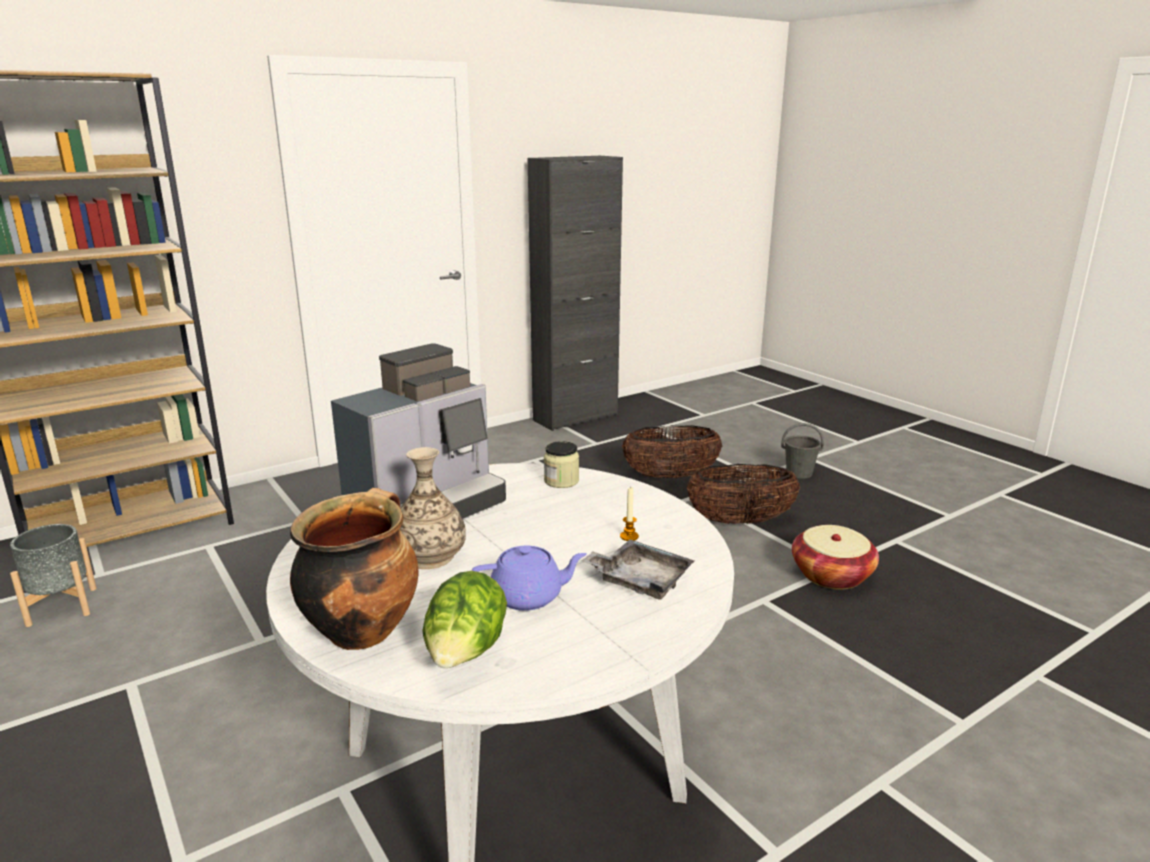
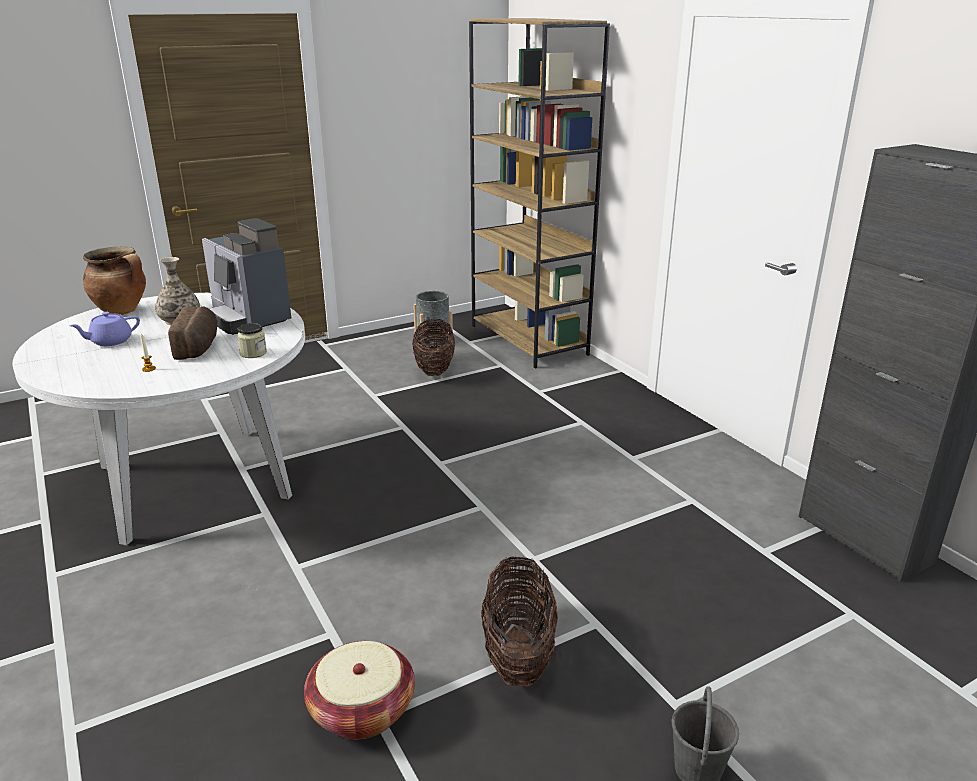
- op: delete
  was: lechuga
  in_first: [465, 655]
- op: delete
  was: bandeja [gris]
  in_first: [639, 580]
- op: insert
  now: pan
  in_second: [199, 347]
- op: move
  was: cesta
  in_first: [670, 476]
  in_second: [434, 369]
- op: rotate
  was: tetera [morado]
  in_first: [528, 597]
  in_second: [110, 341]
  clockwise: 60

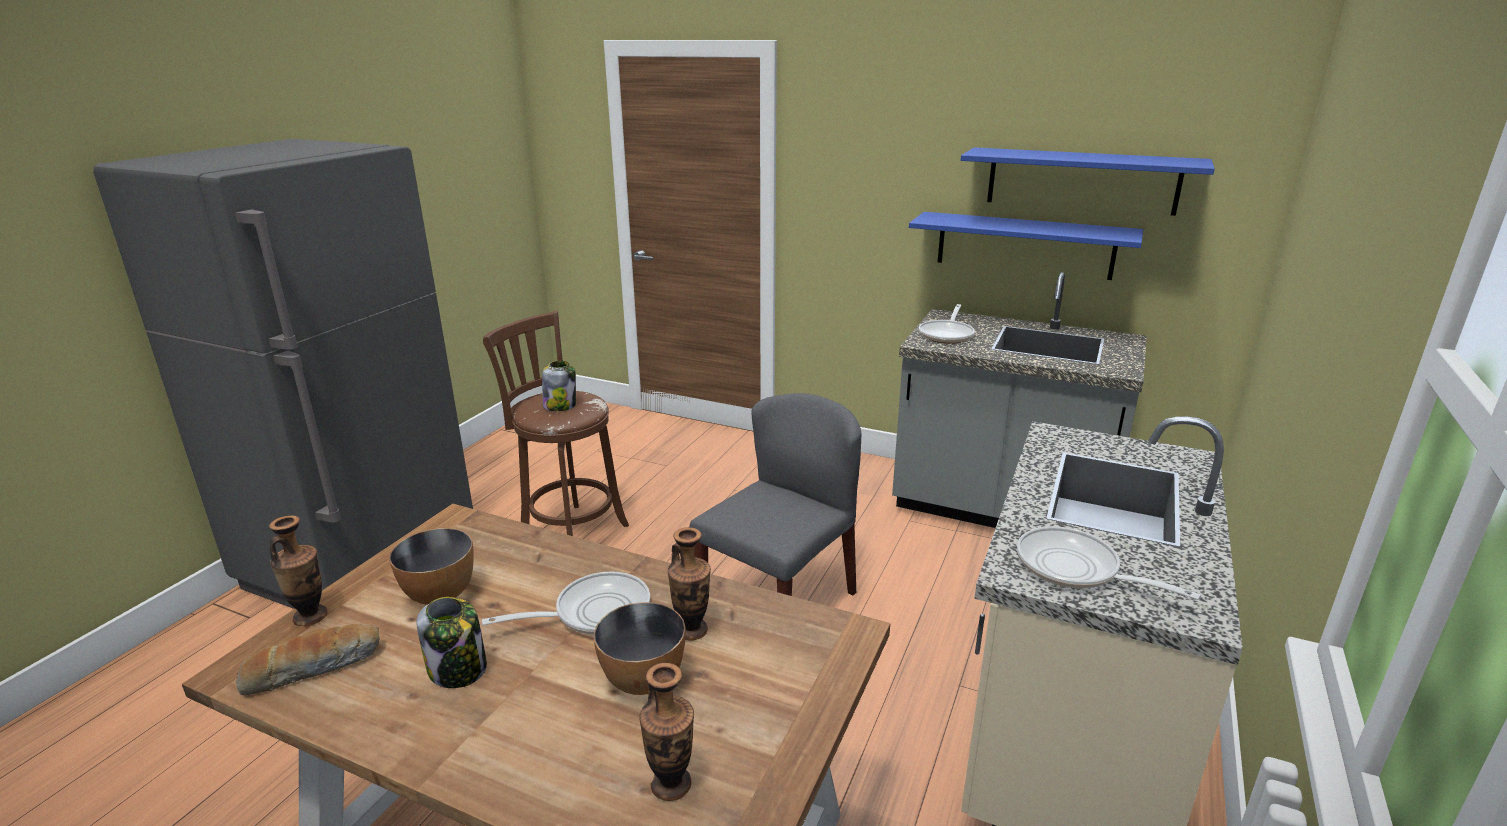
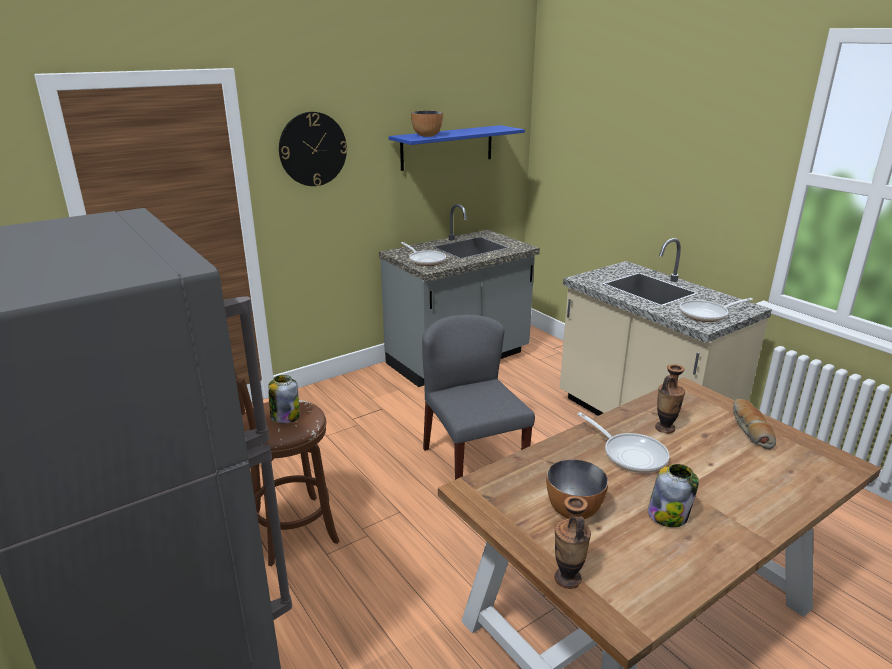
- op: delete
  was: florero
  in_first: [671, 784]
- op: delete
  was: estante [azul]
  in_first: [1024, 245]
- op: insert
  now: reloj de pared
  in_second: [313, 149]
- op: move
  was: pan
  in_first: [313, 667]
  in_second: [750, 429]
- op: move
  was: cuenco
  in_first: [644, 679]
  in_second: [427, 135]
- op: rotate
  was: sartén
  in_first: [594, 612]
  in_second: [630, 454]
  clockwise: 135

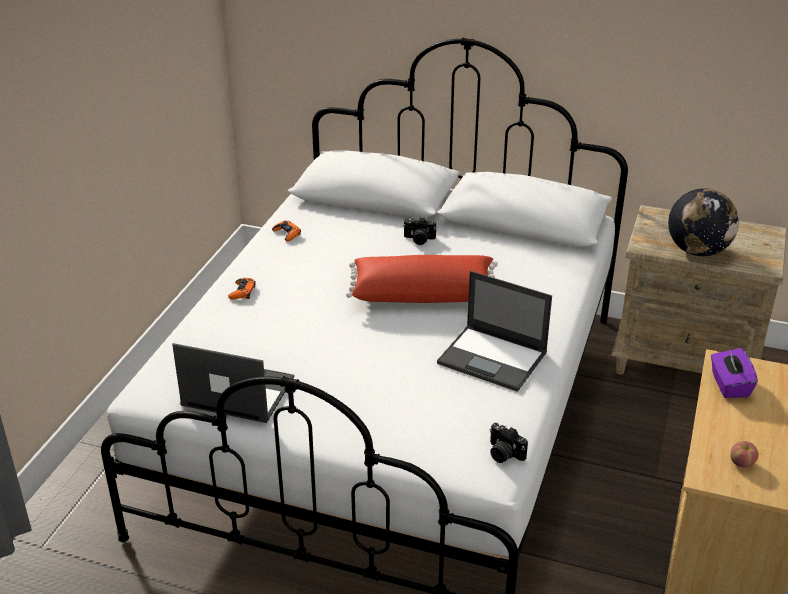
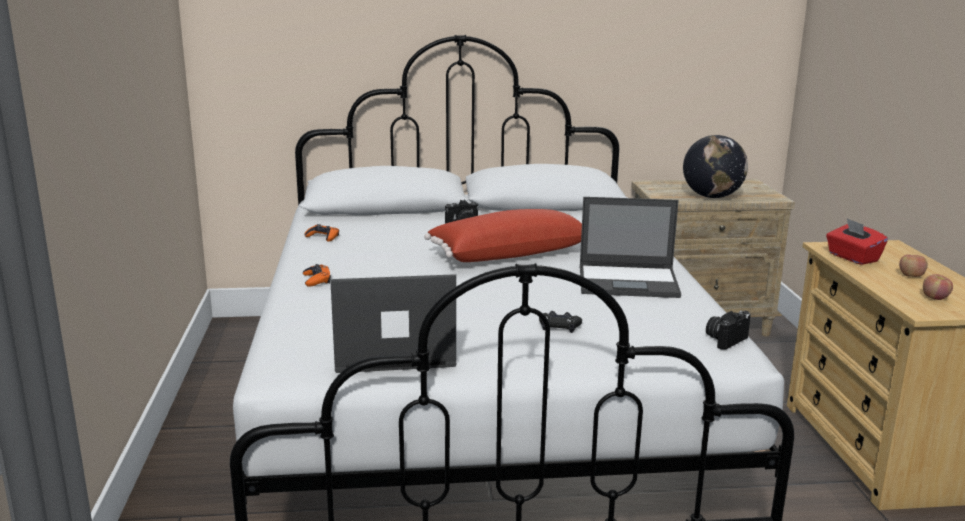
- op: insert
  now: mando de consola [negro]
  in_second: [559, 326]
- op: insert
  now: manzana
  in_second: [911, 276]
- op: recolor
  was: caja de pañuelos [morado]
  now: caja de pañuelos [rojo]
  in_first: [729, 385]
  in_second: [852, 258]
- op: rotate
  was: cámara
  in_first: [503, 454]
  in_second: [725, 339]
  clockwise: 120

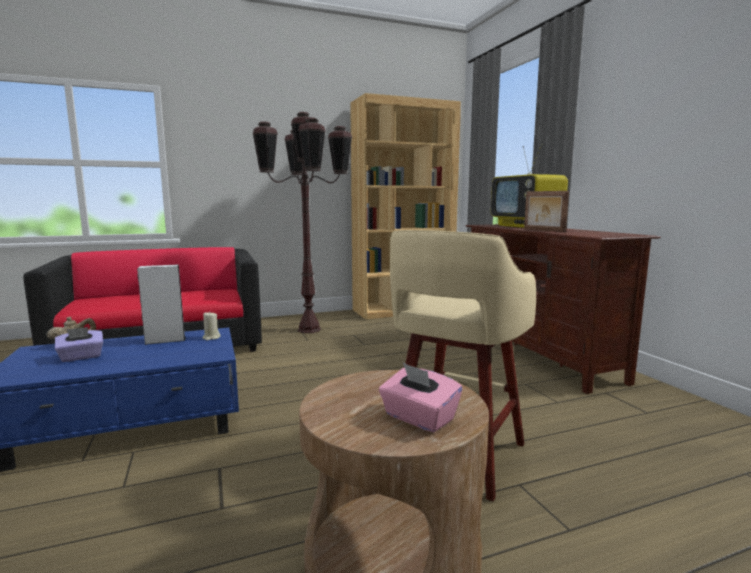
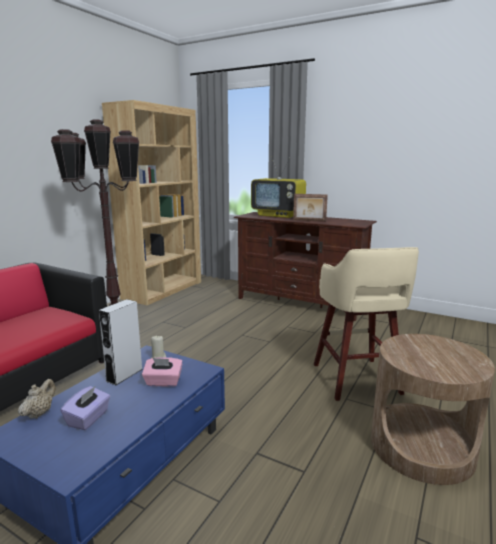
- op: move
  was: caja de pañuelos [rosa]
  in_first: [418, 418]
  in_second: [163, 382]

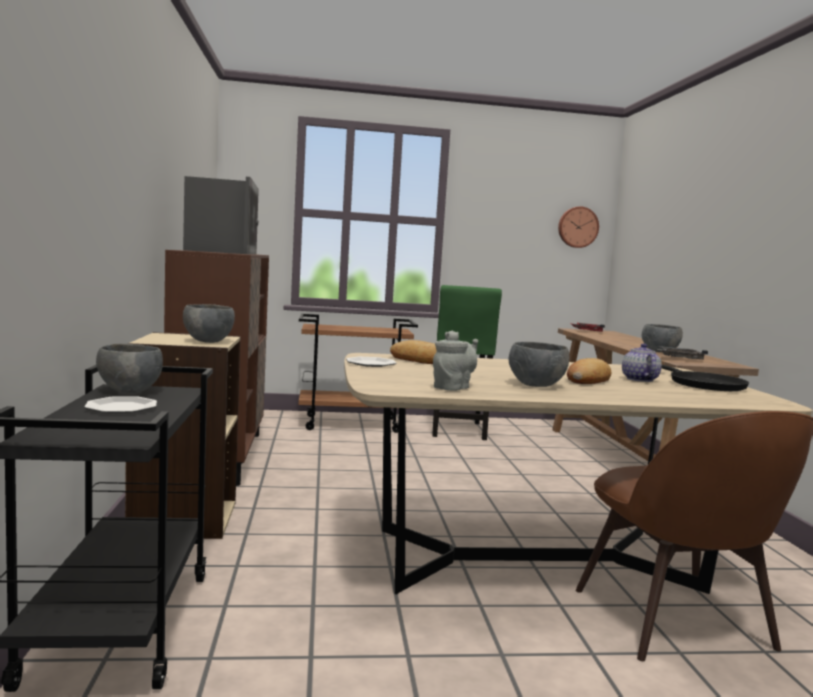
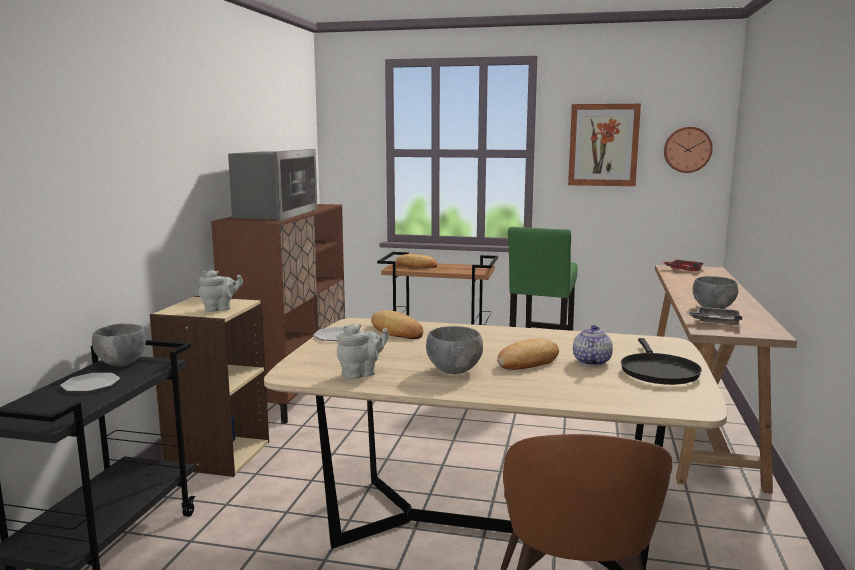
- op: insert
  now: pan
  in_second: [416, 265]
- op: insert
  now: cuadro
  in_second: [603, 145]
- op: replace
  was: cuenco [gris]
  now: tetera [gris]
  in_first: [207, 341]
  in_second: [220, 309]

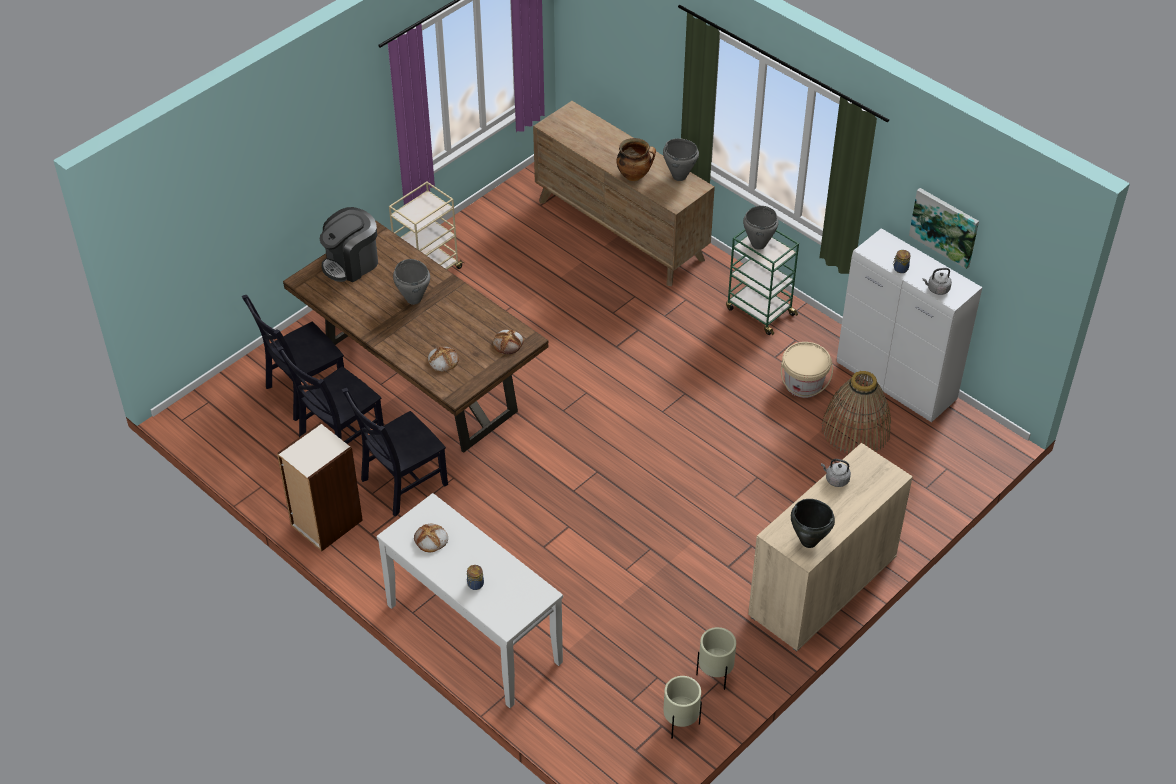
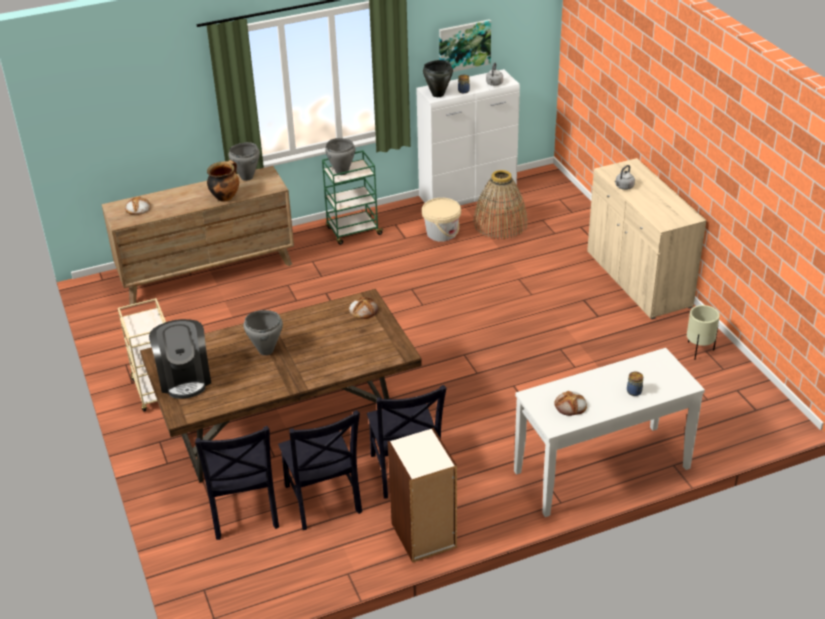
- op: delete
  was: maceta [beis]
  in_first: [680, 724]
- op: move
  was: pan
  in_first: [442, 360]
  in_second: [138, 208]
- op: move
  was: olla [negro]
  in_first: [808, 541]
  in_second: [437, 94]

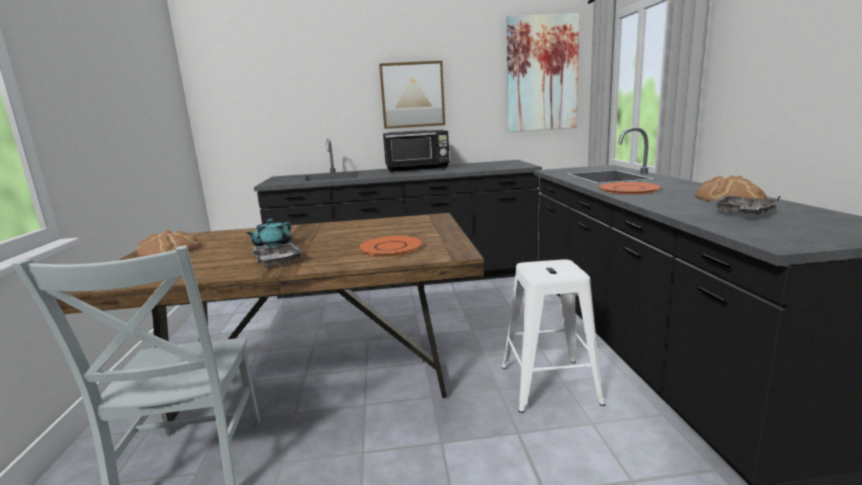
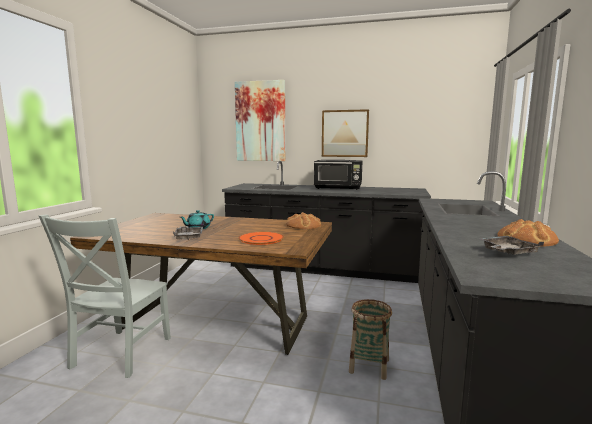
- op: delete
  was: plato [naranja]
  in_first: [629, 189]
- op: move
  was: pan
  in_first: [170, 250]
  in_second: [303, 225]
- op: move
  was: cuadro
  in_first: [542, 74]
  in_second: [260, 121]
- op: replace
  was: taburete [blanco]
  now: cesta
  in_first: [551, 385]
  in_second: [369, 366]

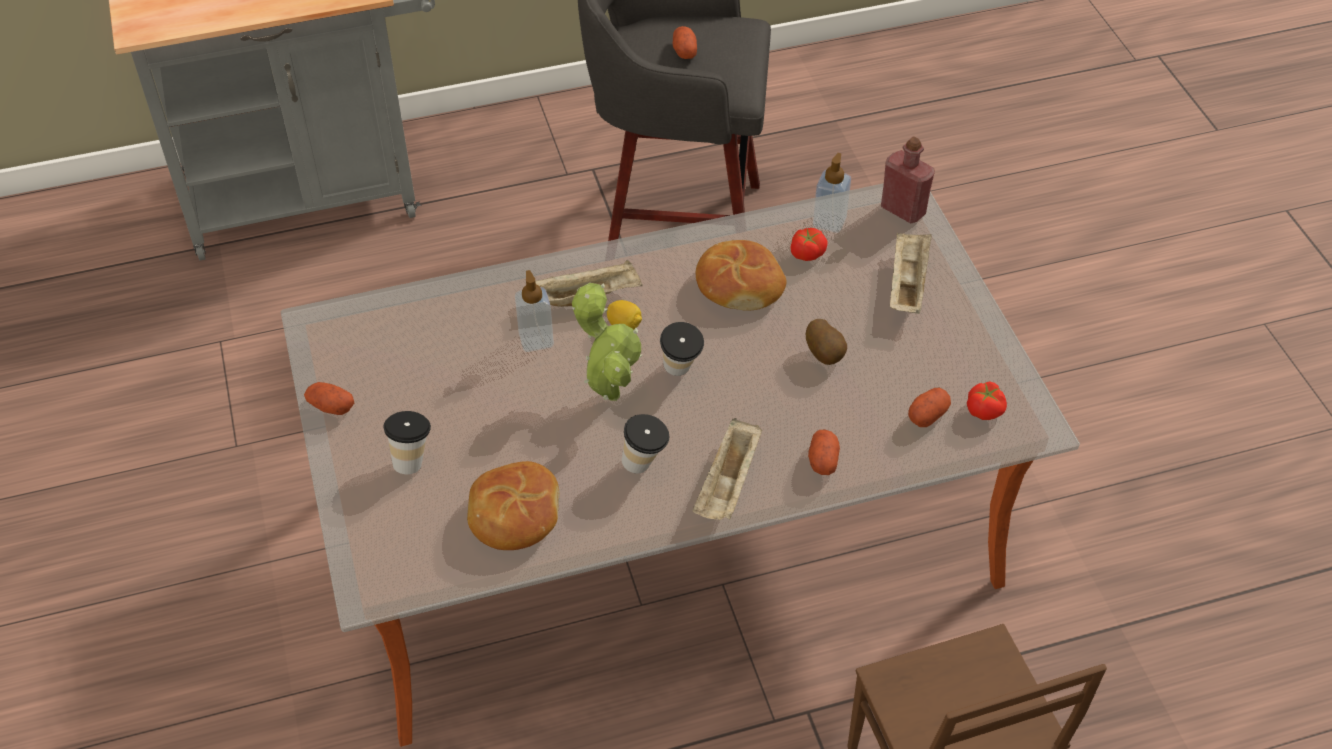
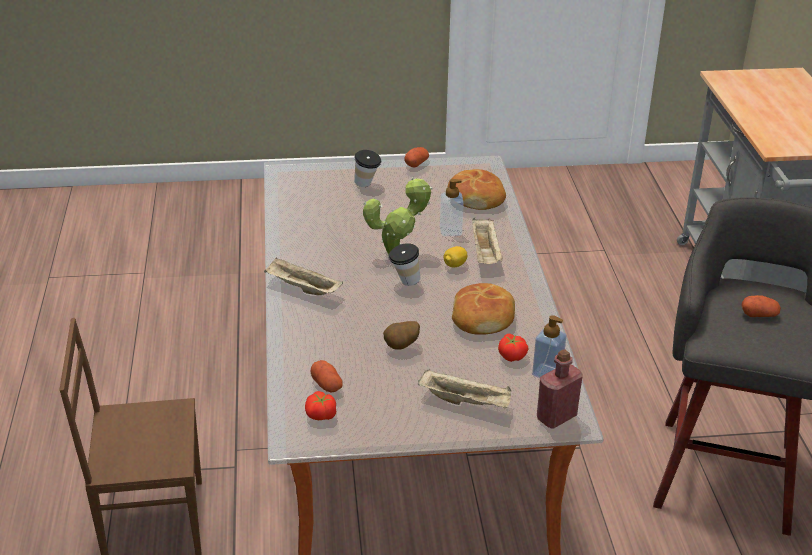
- op: delete
  was: taza
  in_first: [645, 465]
- op: delete
  was: patata
  in_first: [822, 460]
- op: move
  was: pan
  in_first: [514, 515]
  in_second: [476, 198]

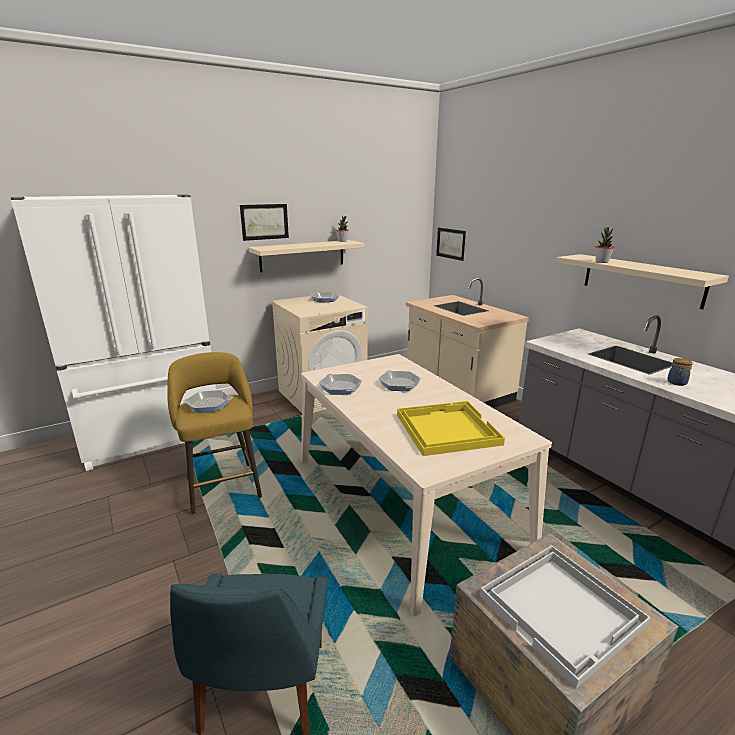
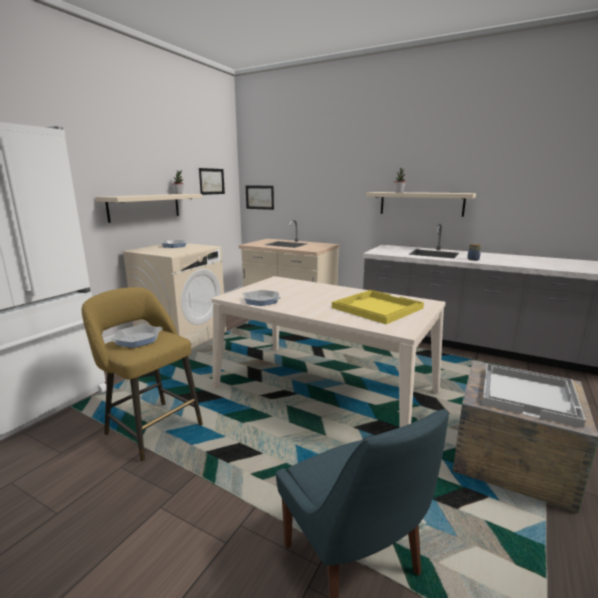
- op: delete
  was: sartén
  in_first: [399, 384]
- op: move
  was: cuadro
  in_first: [264, 222]
  in_second: [211, 181]

